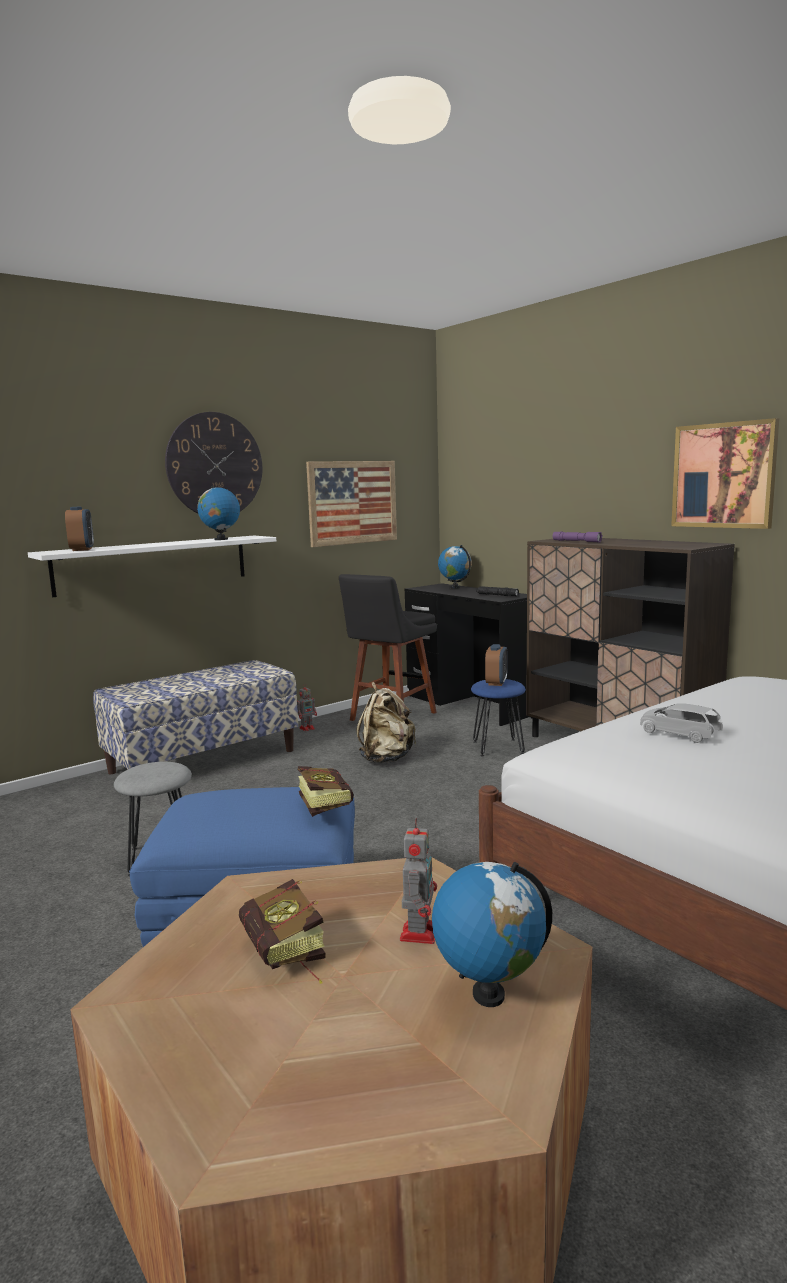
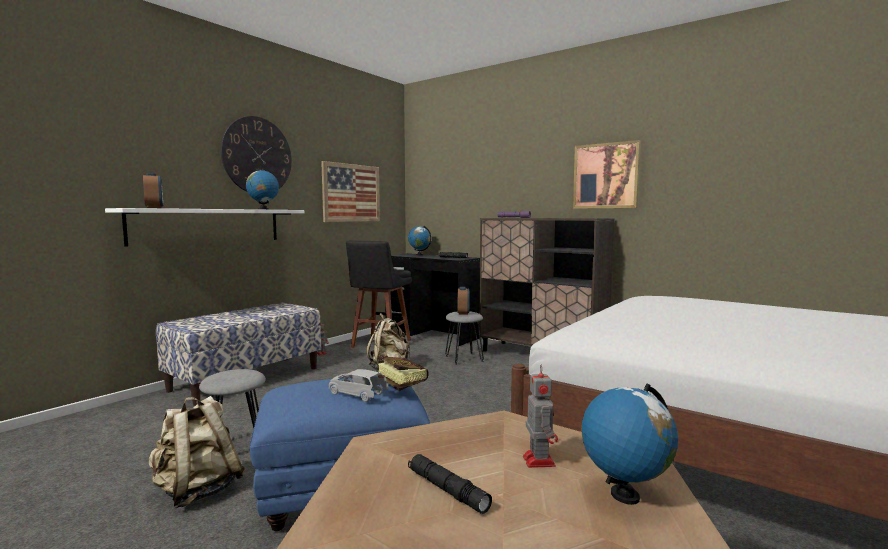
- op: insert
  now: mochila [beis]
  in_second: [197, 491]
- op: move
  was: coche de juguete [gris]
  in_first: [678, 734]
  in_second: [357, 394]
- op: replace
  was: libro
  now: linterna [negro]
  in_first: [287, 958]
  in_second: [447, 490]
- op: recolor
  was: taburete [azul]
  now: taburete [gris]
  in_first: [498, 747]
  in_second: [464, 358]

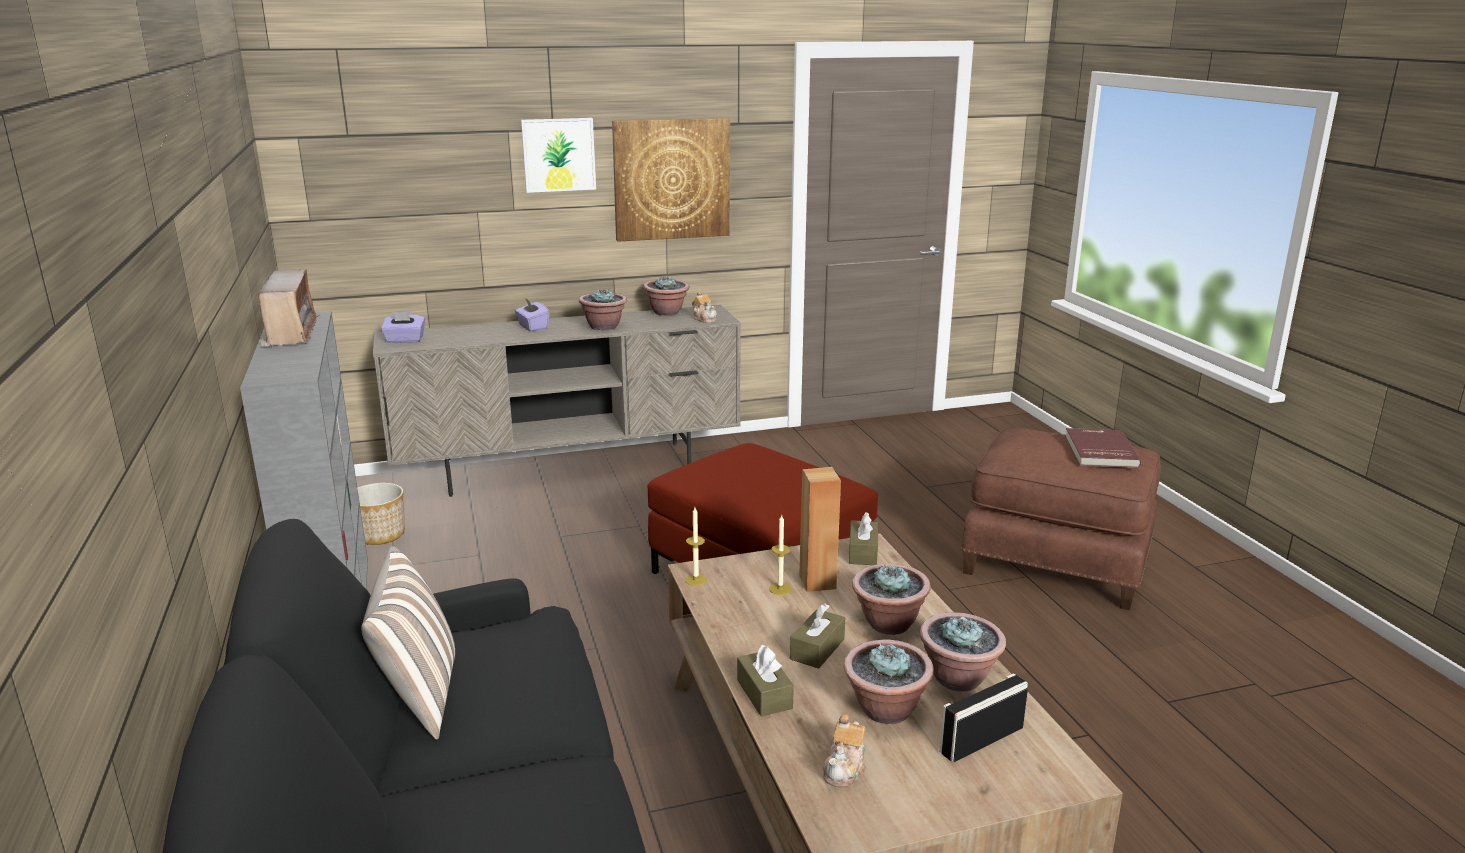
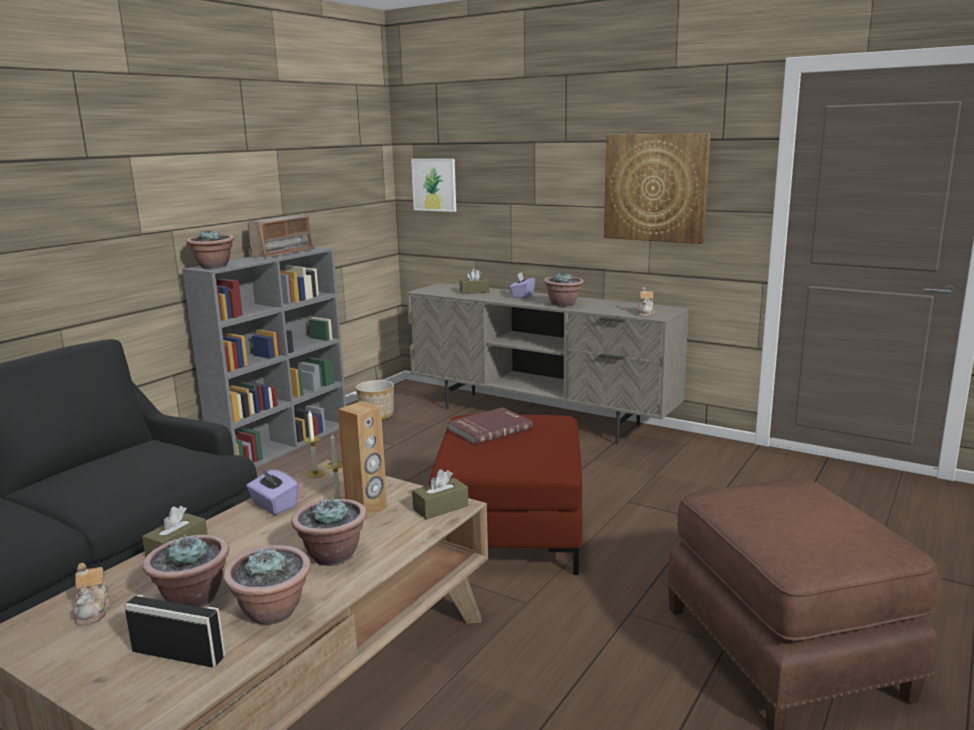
- op: delete
  was: cojín
  in_first: [419, 696]
- op: move
  was: caja de pañuelos [morado]
  in_first: [405, 340]
  in_second: [274, 505]
- op: move
  was: cuadro
  in_first: [558, 155]
  in_second: [434, 184]
- op: move
  was: planta en maceta
  in_first: [667, 312]
  in_second: [214, 266]
- op: move
  was: caja de pañuelos [marrón]
  in_first: [817, 649]
  in_second: [474, 292]
- op: move
  was: libro [rojo]
  in_first: [1099, 451]
  in_second: [489, 428]
- op: rotate
  was: tetera
  in_first: [845, 769]
  in_second: [94, 610]
  clockwise: -90

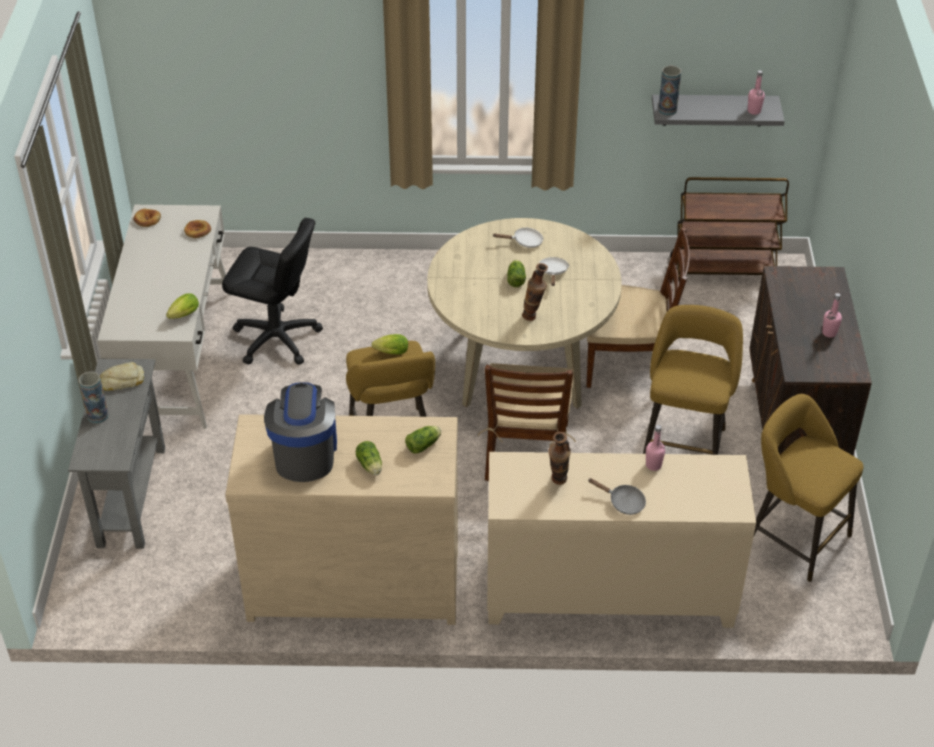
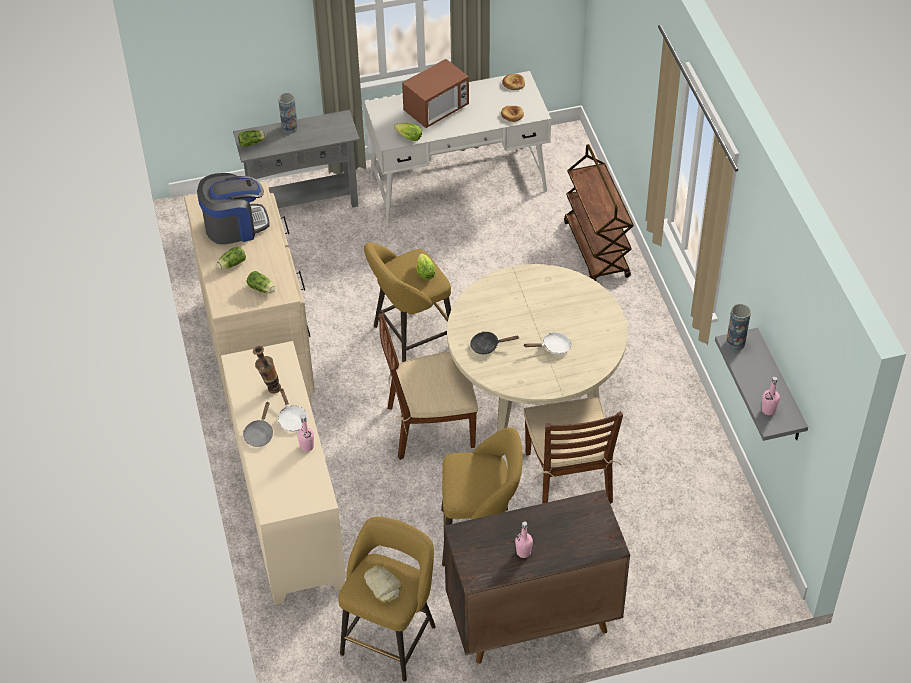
- op: delete
  was: silla de oficina [negro]
  in_first: [276, 339]
- op: insert
  now: microondas
  in_second: [436, 110]
- op: move
  was: pan
  in_first: [123, 380]
  in_second: [383, 586]
- op: move
  was: sartén [blanco]
  in_first: [524, 242]
  in_second: [292, 419]
- op: move
  was: lechuga
  in_first: [516, 278]
  in_second: [253, 143]
- op: move
  was: carrito [marrón]
  in_first: [723, 269]
  in_second: [597, 250]
- op: replace
  was: florero
  now: sartén [negro]
  in_first: [533, 316]
  in_second: [488, 346]

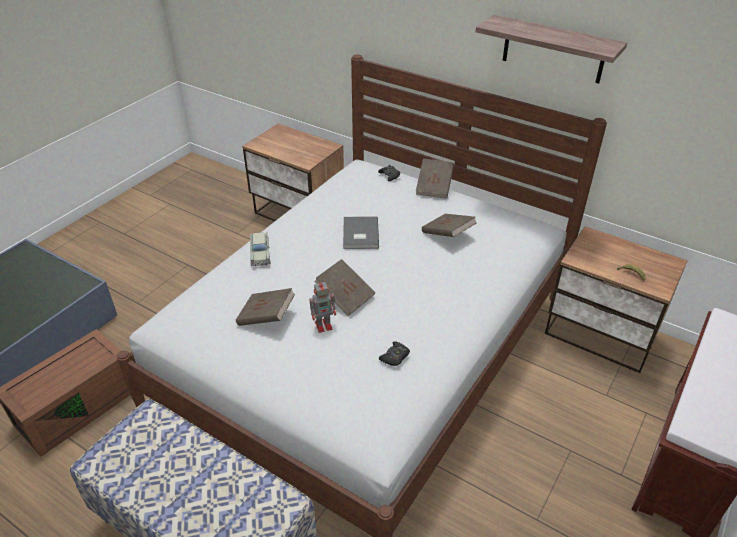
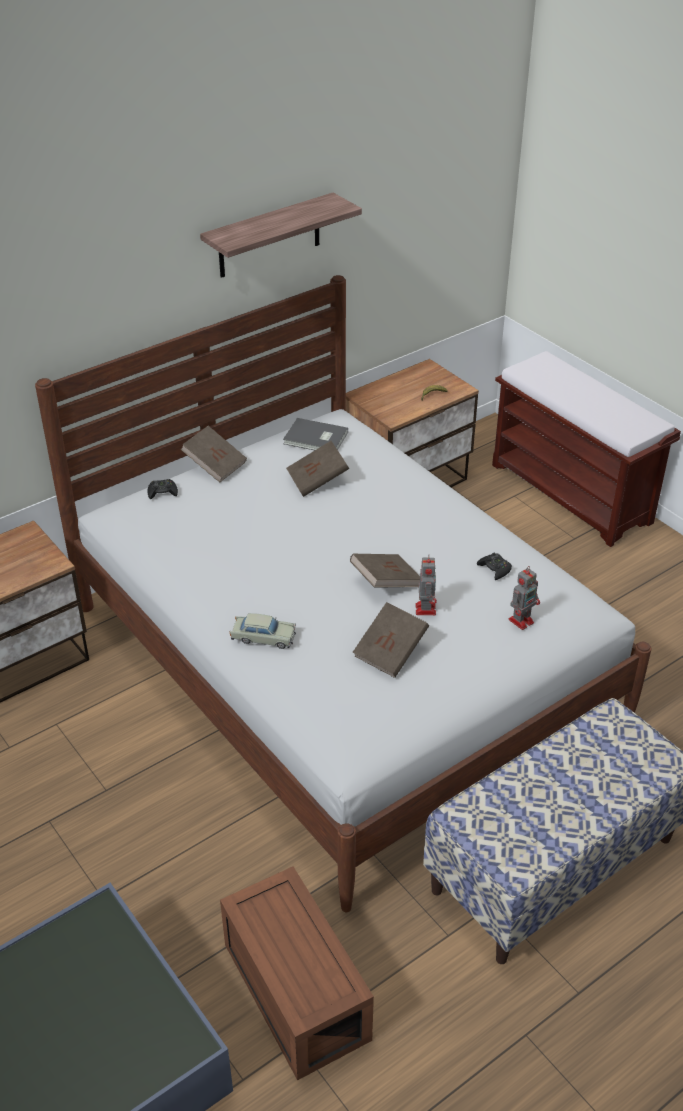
- op: insert
  now: robot de juguete
  in_second: [522, 620]
- op: move
  was: libro [gris]
  in_first: [359, 234]
  in_second: [316, 439]

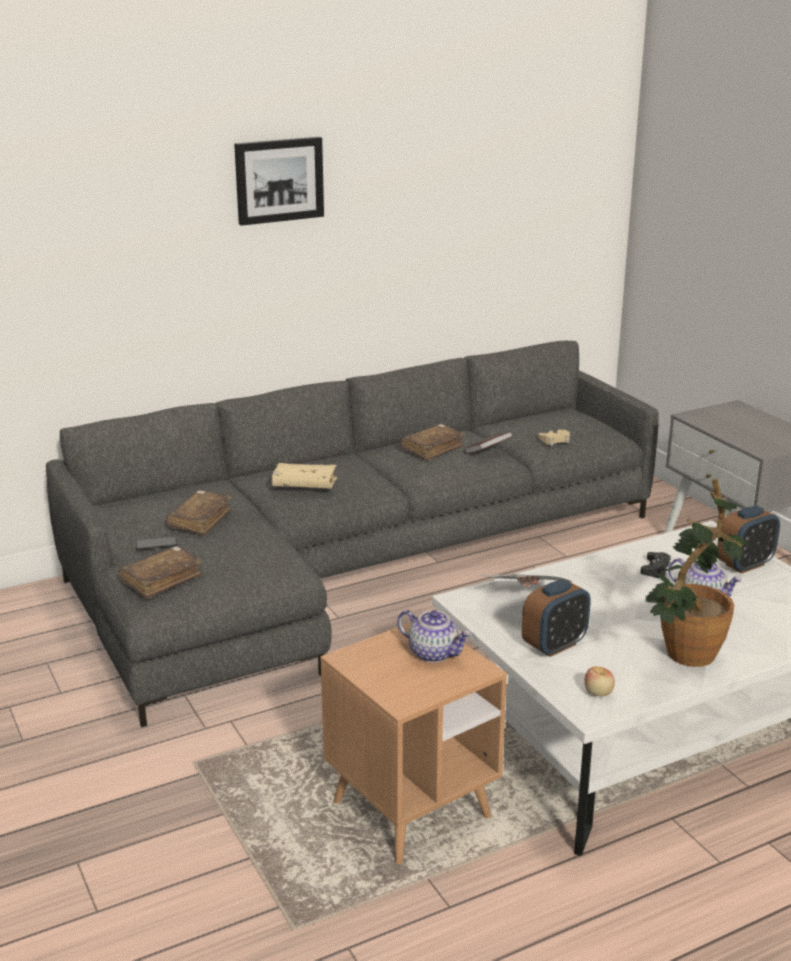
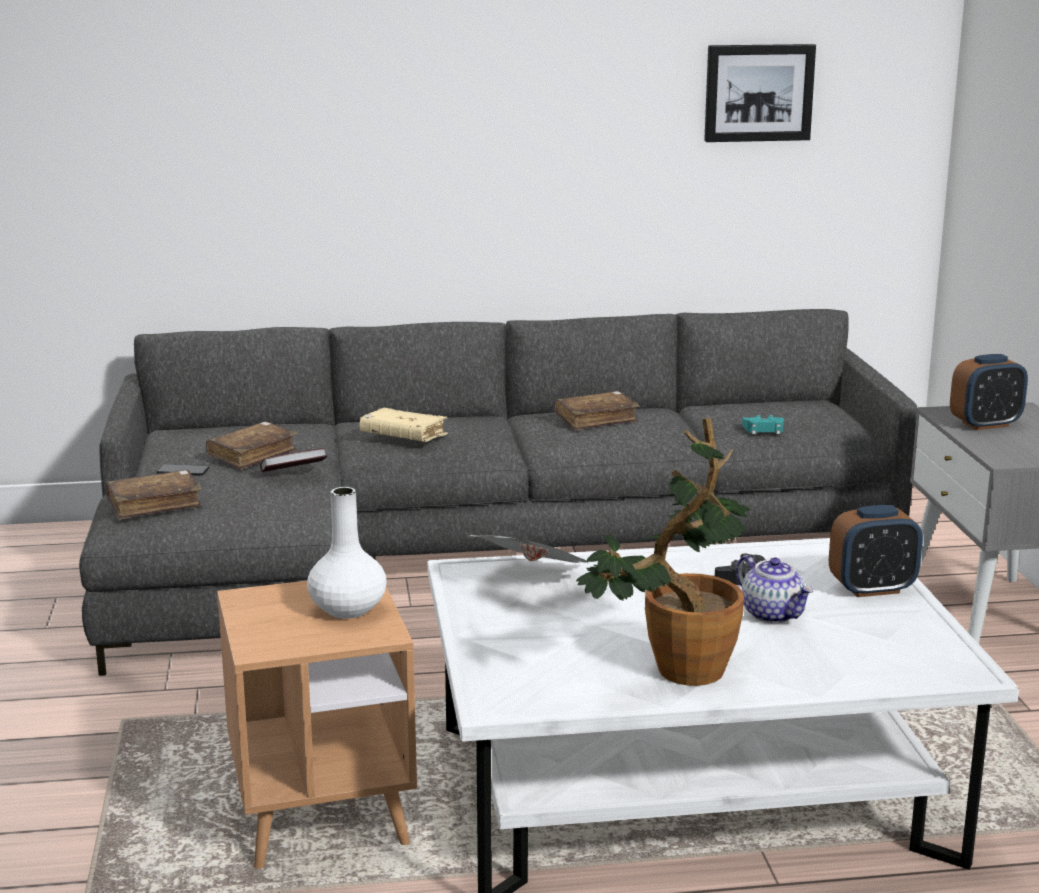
- op: delete
  was: manzana
  in_first: [598, 693]
- op: move
  was: cuadro
  in_first: [279, 180]
  in_second: [758, 92]
- op: move
  was: libro
  in_first: [488, 451]
  in_second: [294, 473]
- op: move
  was: despertador
  in_first: [554, 645]
  in_second: [985, 424]
- op: replace
  was: tetera
  now: florero [blanco]
  in_first: [434, 653]
  in_second: [348, 609]
- op: recolor
  was: mando de consola [beis]
  now: mando de consola [turquesa]
  in_first: [555, 441]
  in_second: [764, 430]

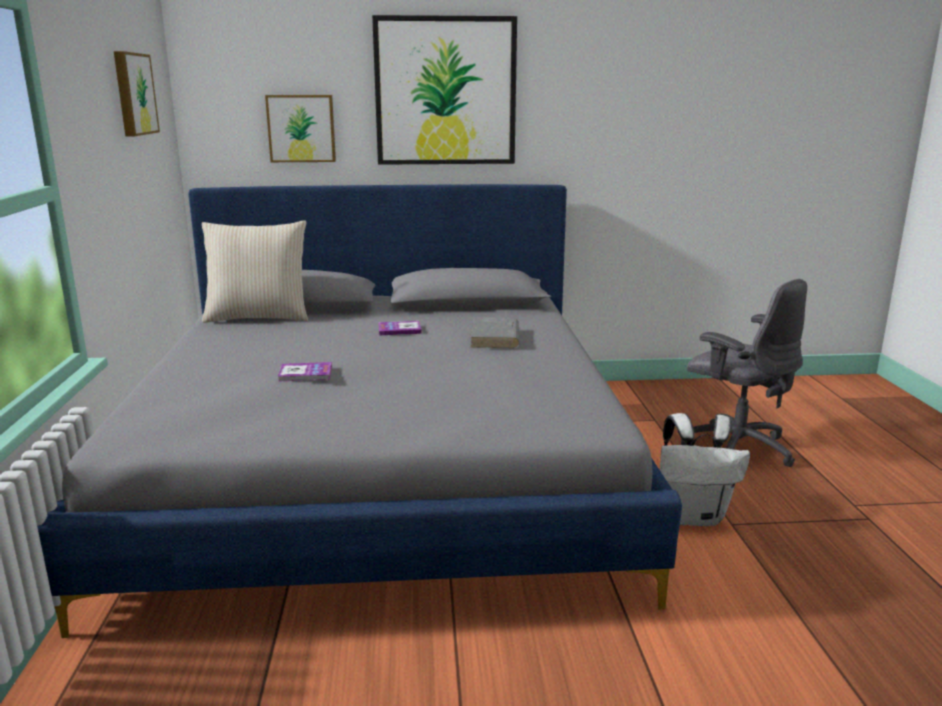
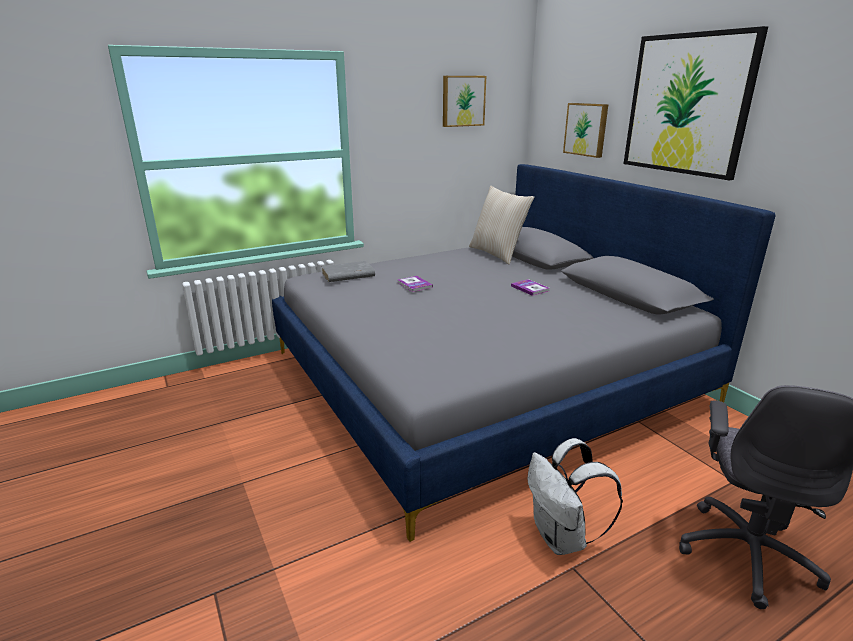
- op: move
  was: libro [gris]
  in_first: [495, 337]
  in_second: [347, 275]

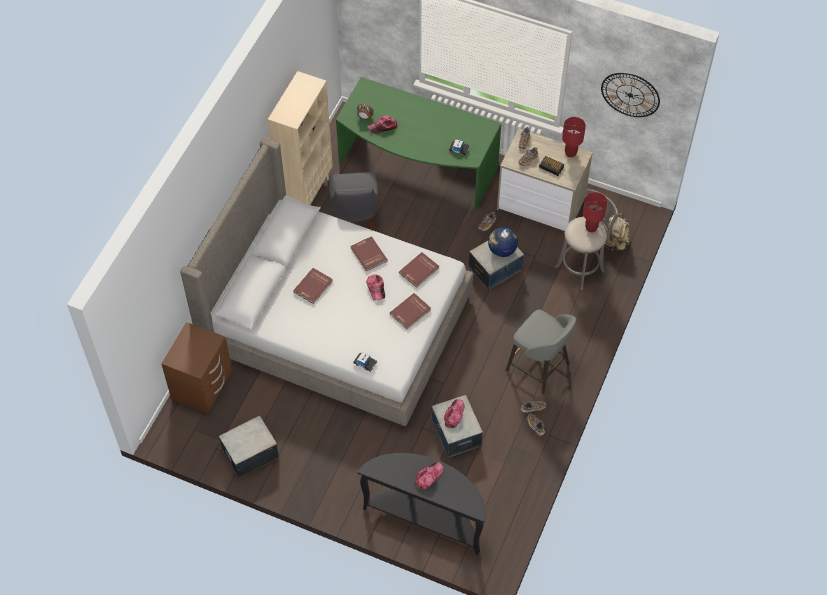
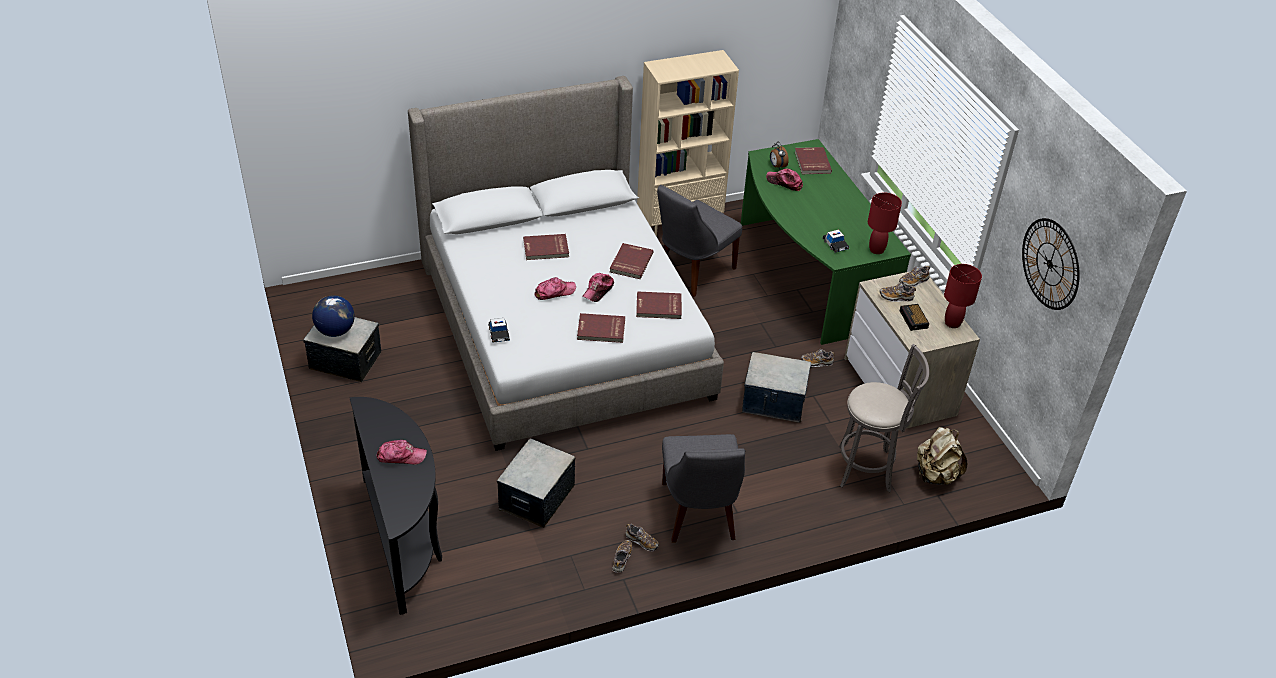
- op: delete
  was: mesita de noche [marrón]
  in_first: [202, 386]
- op: insert
  now: libro [rojo]
  in_second: [811, 162]
- op: move
  was: gorra
  in_first: [454, 415]
  in_second: [554, 292]
- op: move
  was: globo terráqueo
  in_first: [502, 250]
  in_second: [335, 331]
- op: move
  was: lámpara de mesa [rojo]
  in_first: [591, 228]
  in_second: [876, 250]
- op: replace
  was: taburete [gris]
  now: silla [gris]
  in_first: [539, 368]
  in_second: [699, 514]

